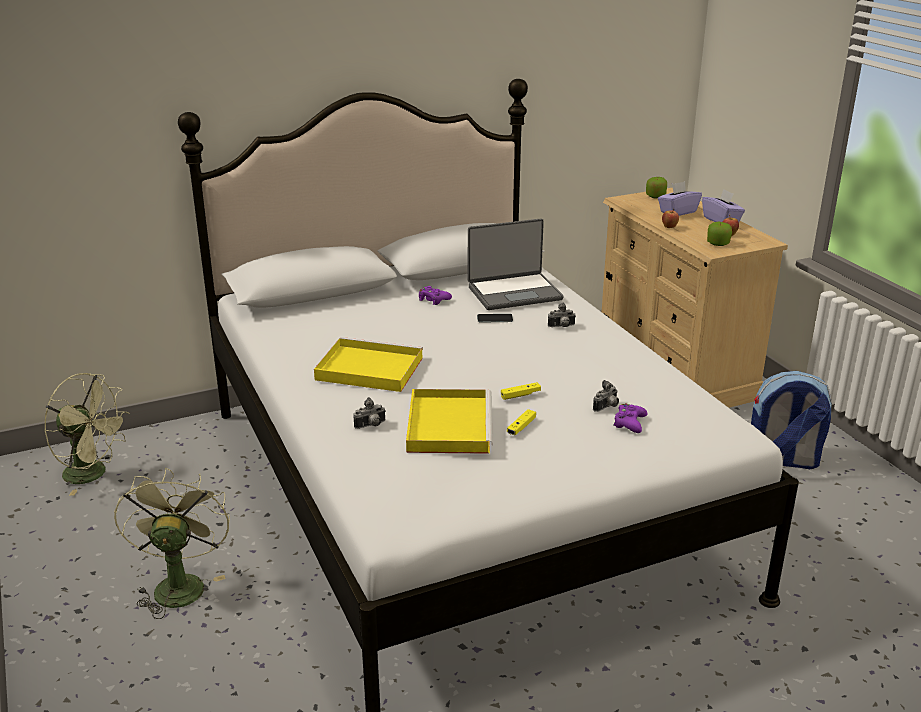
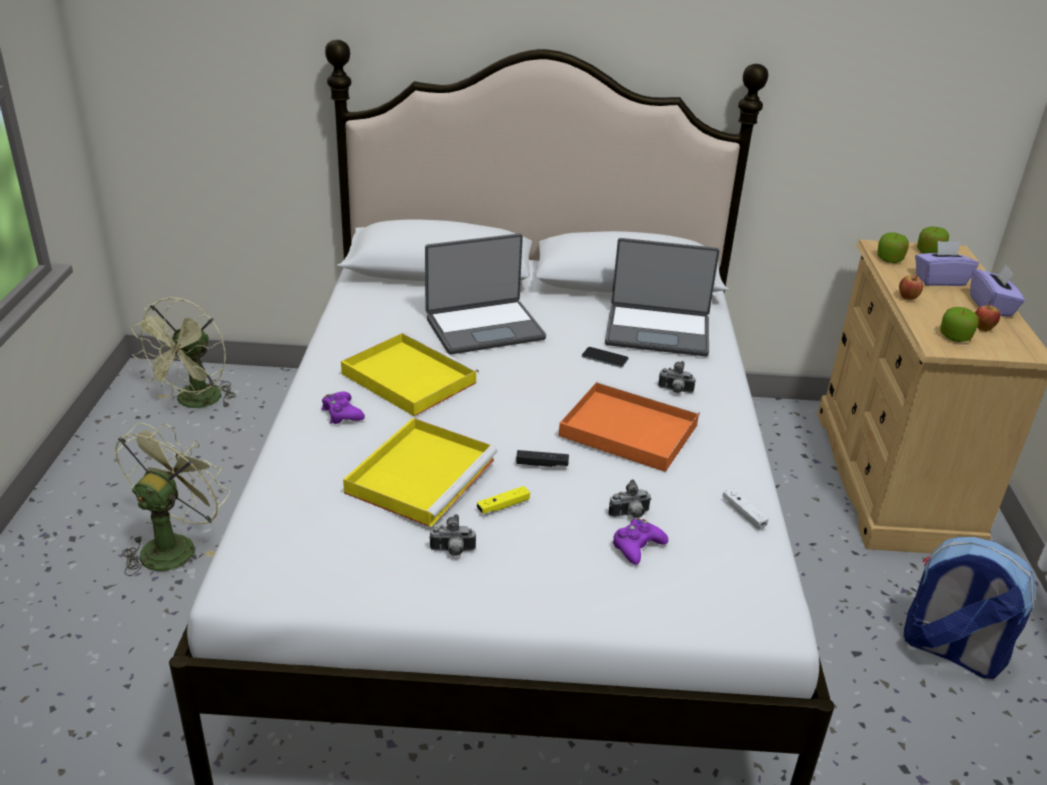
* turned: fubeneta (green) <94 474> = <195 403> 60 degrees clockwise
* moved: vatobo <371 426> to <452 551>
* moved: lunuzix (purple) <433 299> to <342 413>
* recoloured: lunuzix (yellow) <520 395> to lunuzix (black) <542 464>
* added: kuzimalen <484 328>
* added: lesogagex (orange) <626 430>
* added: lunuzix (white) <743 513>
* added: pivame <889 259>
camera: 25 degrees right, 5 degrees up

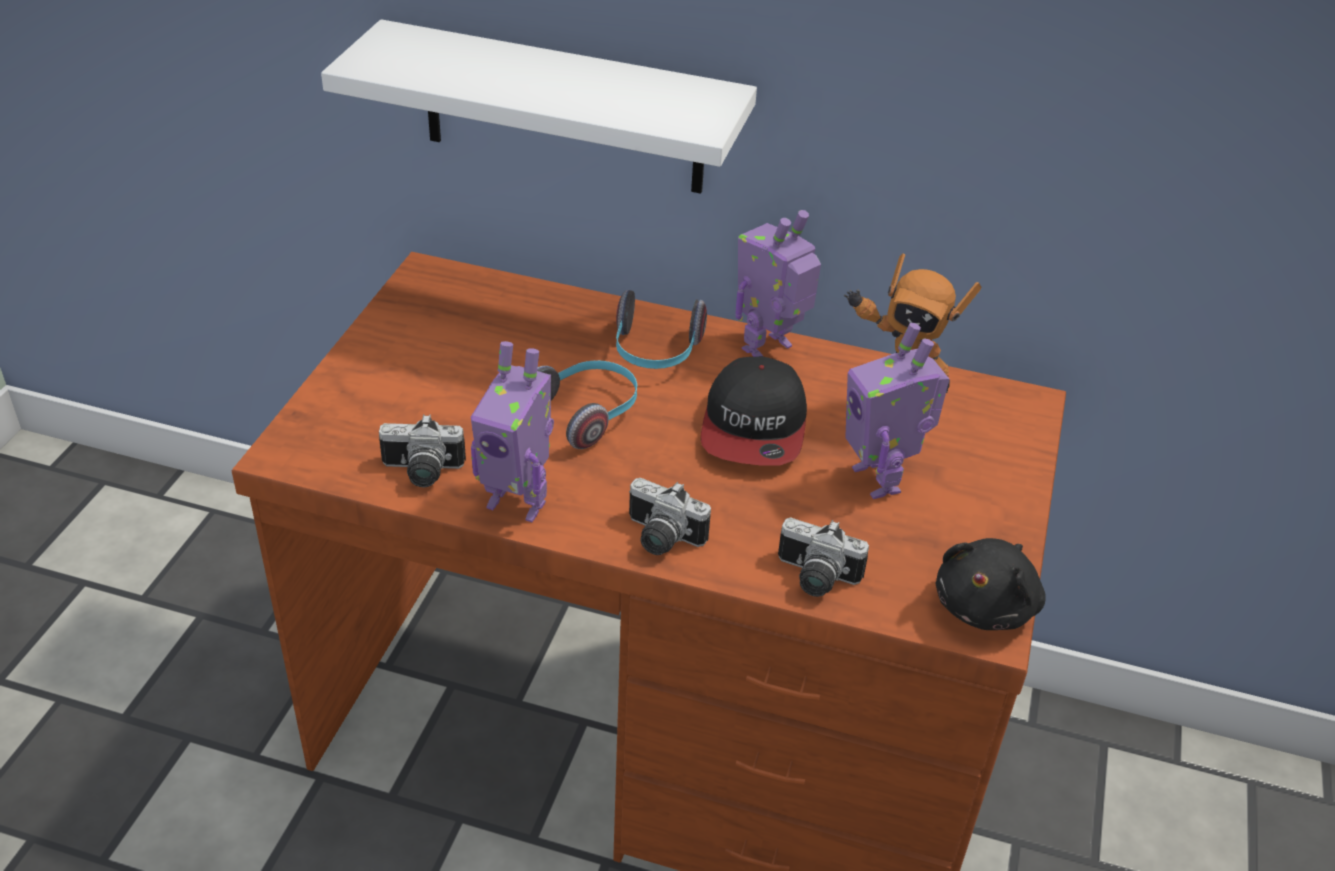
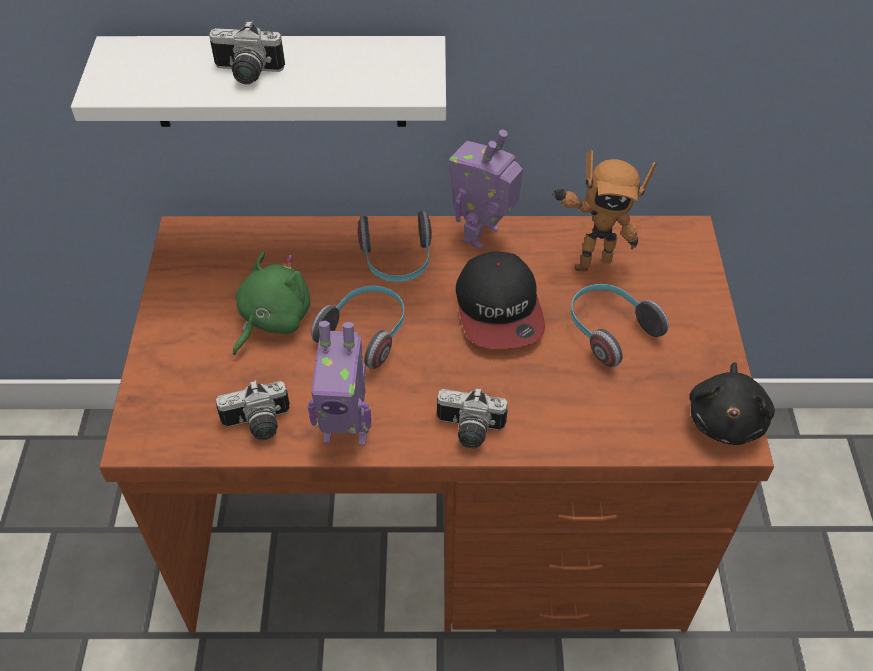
* moved: vatobo <814 578> to <247 74>
* replaced: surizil <879 479> to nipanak <609 331>
* added: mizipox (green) <272 319>
camera: 15 degrees left, 10 degrees up

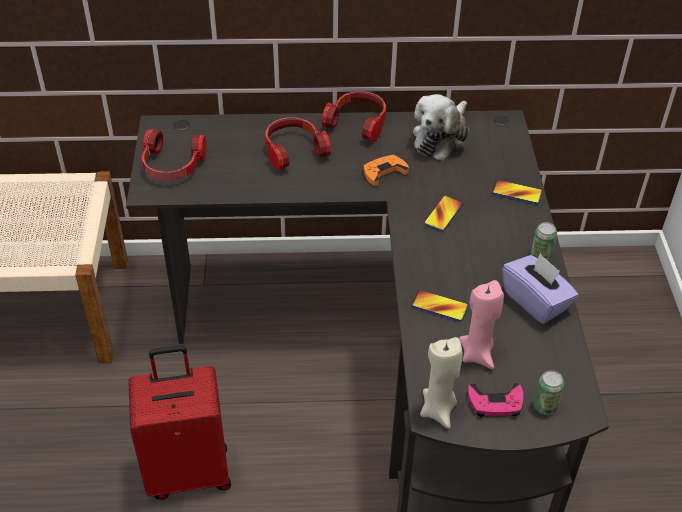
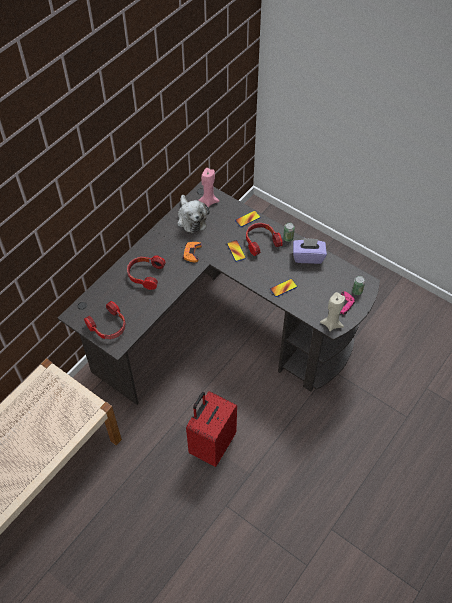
* moved: nipanak <358 123> to <261 241>
* moved: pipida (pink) <477 354> to <208 201>
camera: 50 degrees left, 10 degrees up

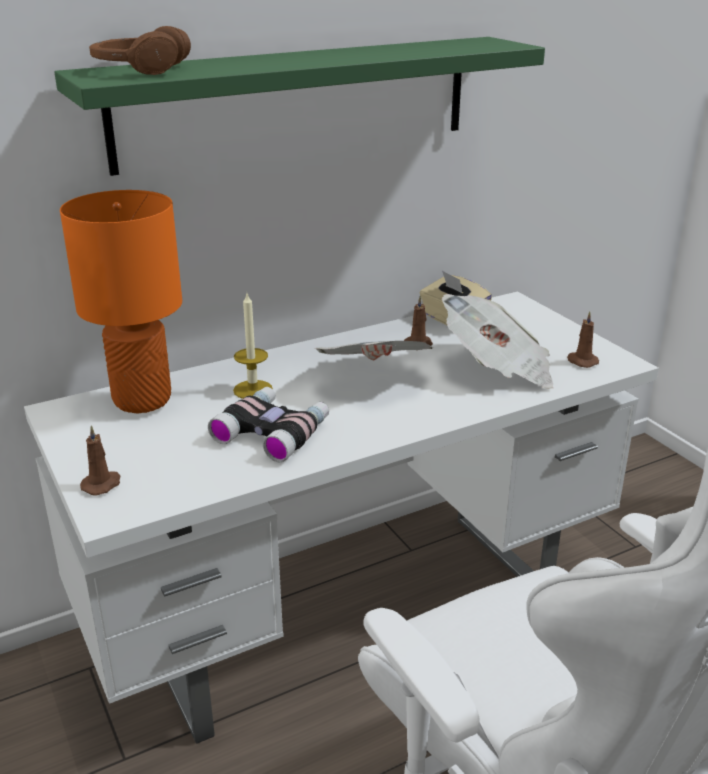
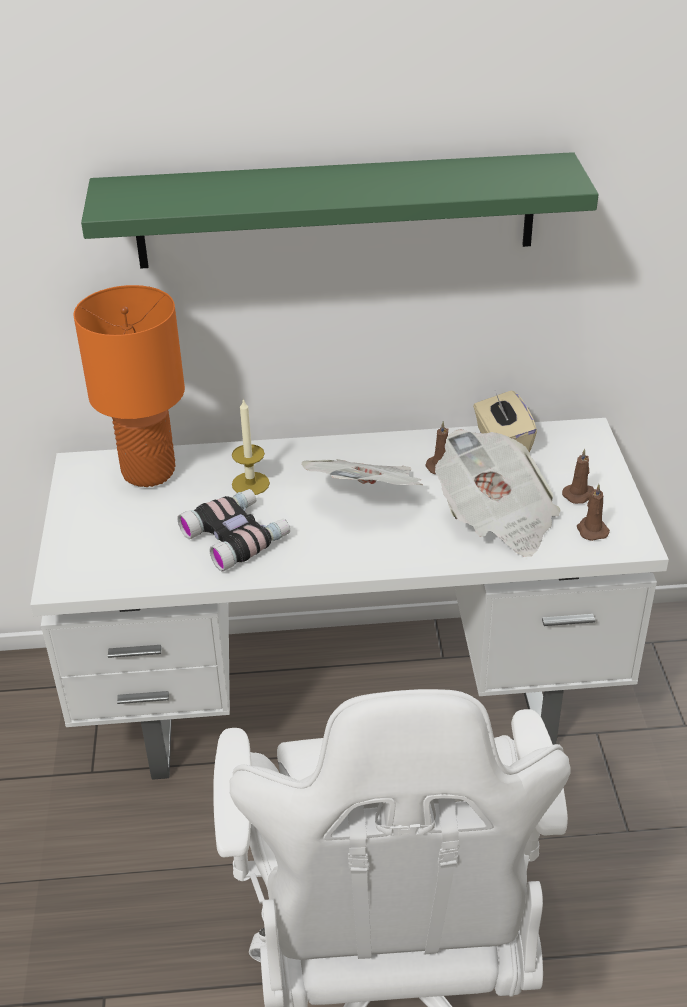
* moved: pipida (brown) <102 484> to <579 494>
* removed: nipanak (brown) <140 70>
camera: 25 degrees right, 10 degrees up

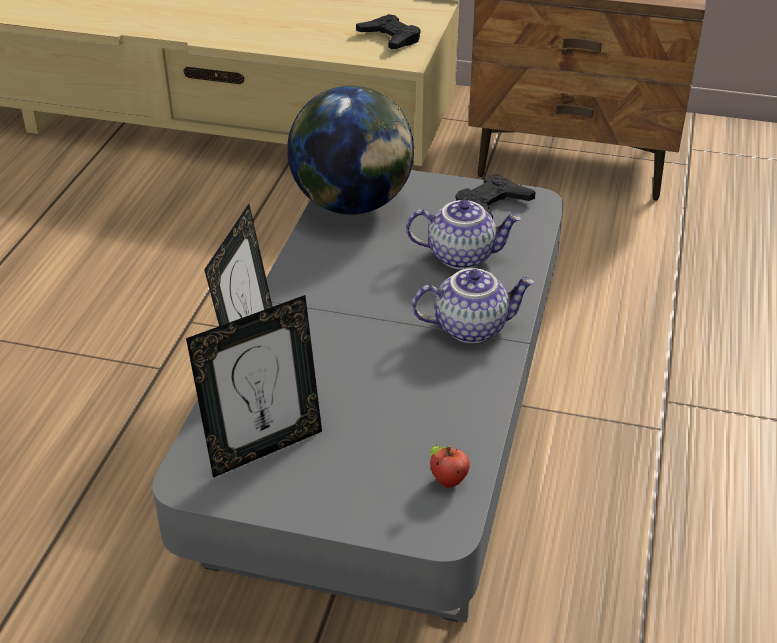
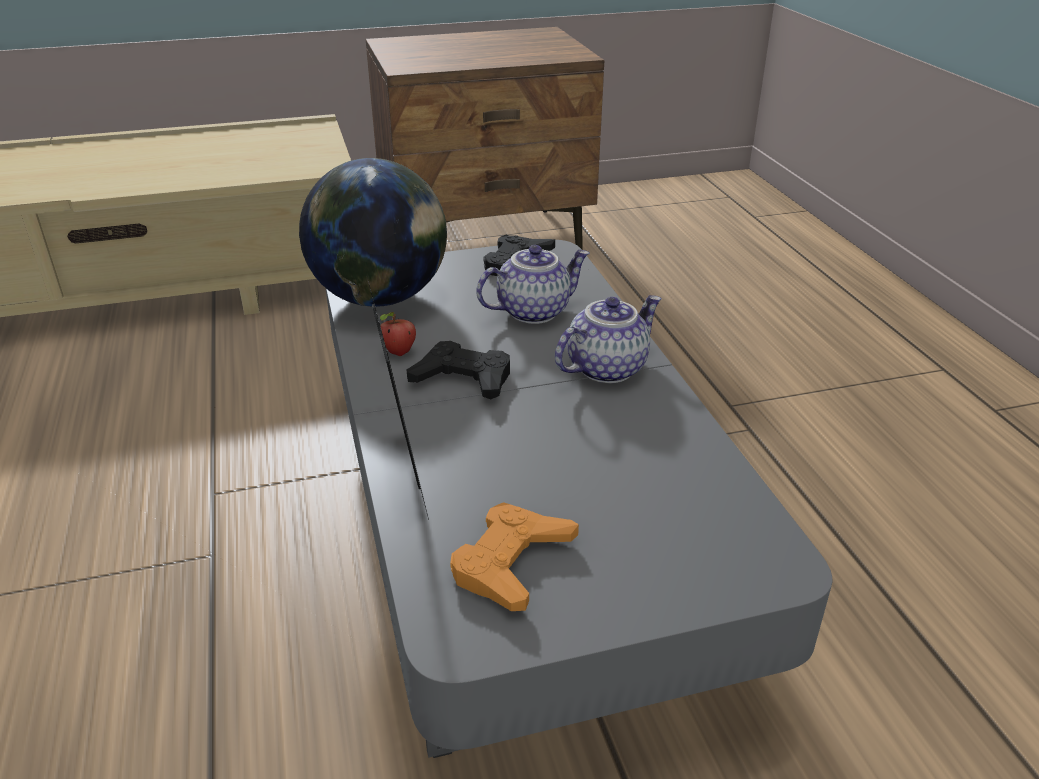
* replaced: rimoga <264 447> to lunuzix (orange) <511 563>
* moved: lunuzix (black) <390 38> to <463 378>
* moved: pivame <448 482> to <399 353>
camera: 30 degrees left, 5 degrees down

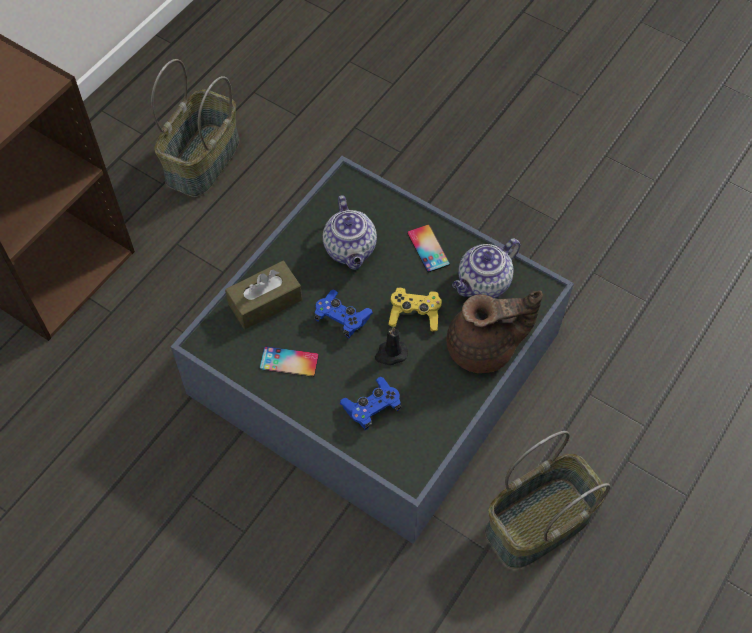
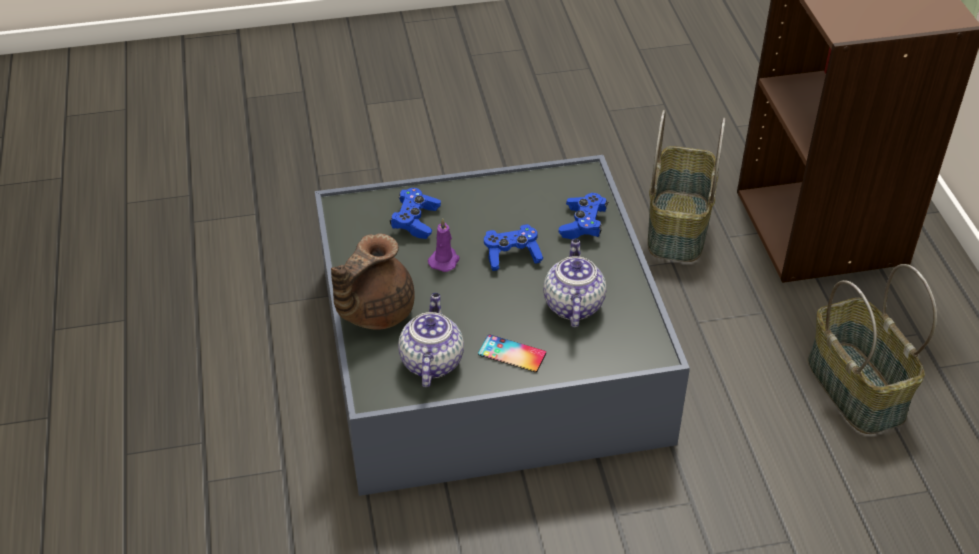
* replaced: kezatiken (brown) <265 302> to lunuzix (blue) <583 224>
* removed: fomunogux <289 362>
* turned: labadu <351 250> = <572 304> 60 degrees clockwise
* recoloured: pipida (black) <390 354> to pipida (purple) <444 260>
* removed: lunuzix (yellow) <414 315>
* moved: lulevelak <538 525> to <676 226>
camera: 135 degrees right, 15 degrees down

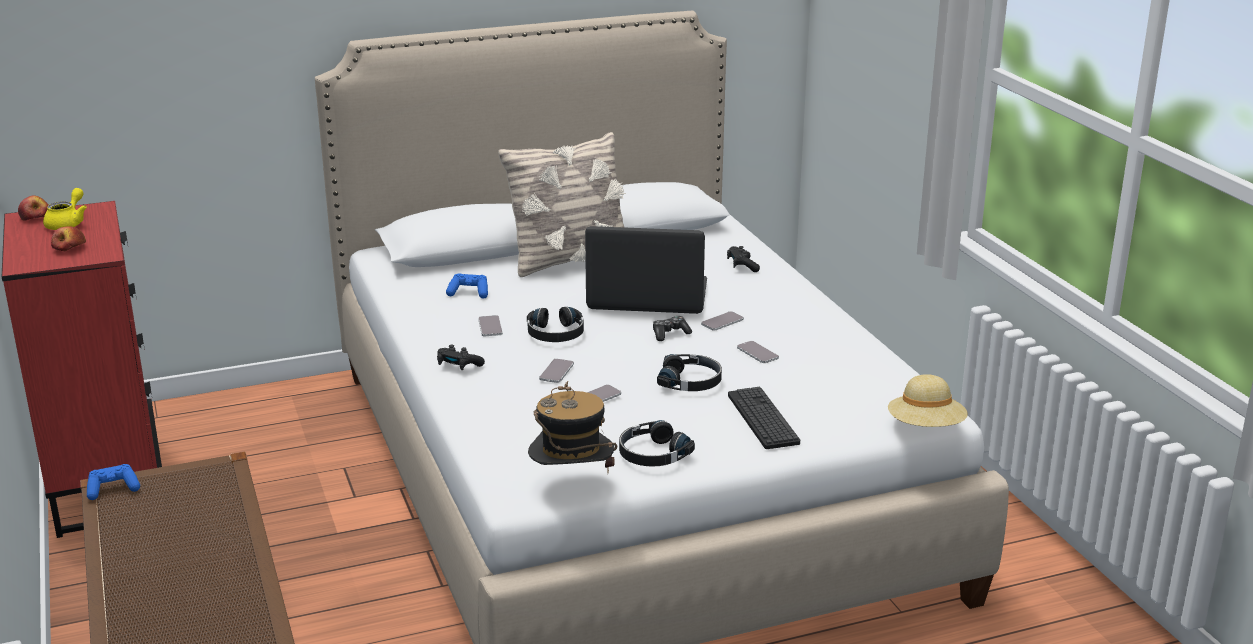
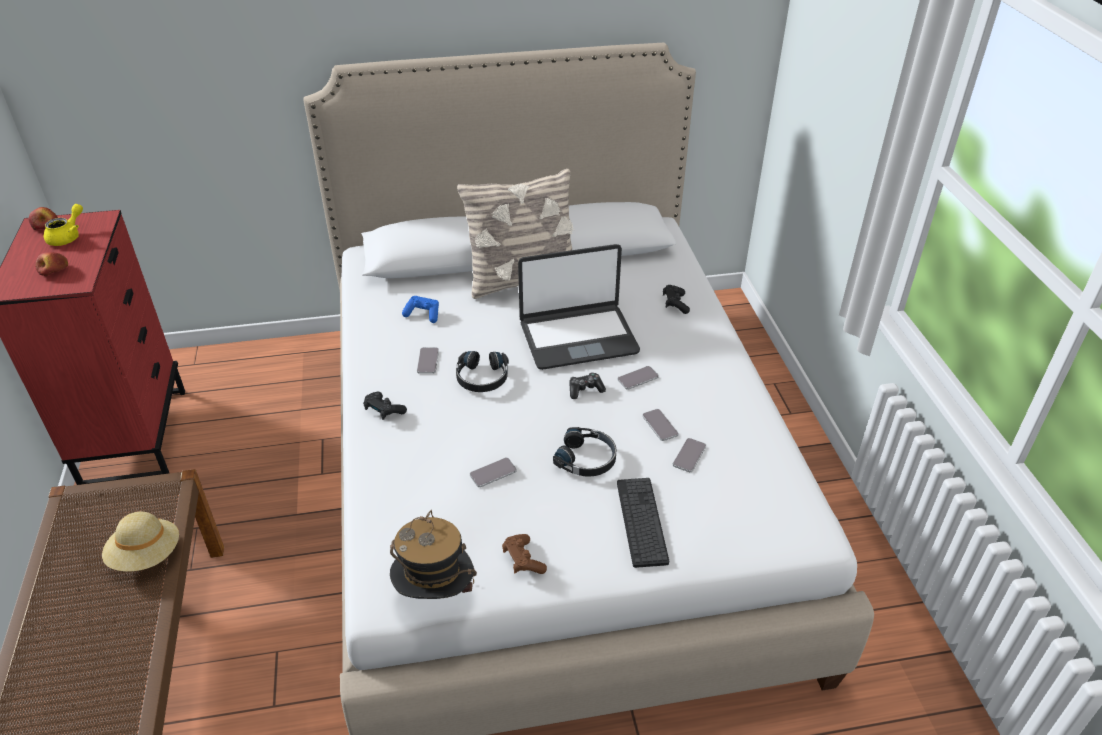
* removed: lunuzix (blue) <113 489>
* moved: fomunogux <556 371> to <689 455>
* turned: kuzimalen <647 297> = <578 337> 150 degrees clockwise
* replaced: nipanak (black) <652 454> to lunuzix (brown) <523 560>
* moved: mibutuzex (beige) <926 428> to <146 555>
camera: 10 degrees right, 15 degrees up

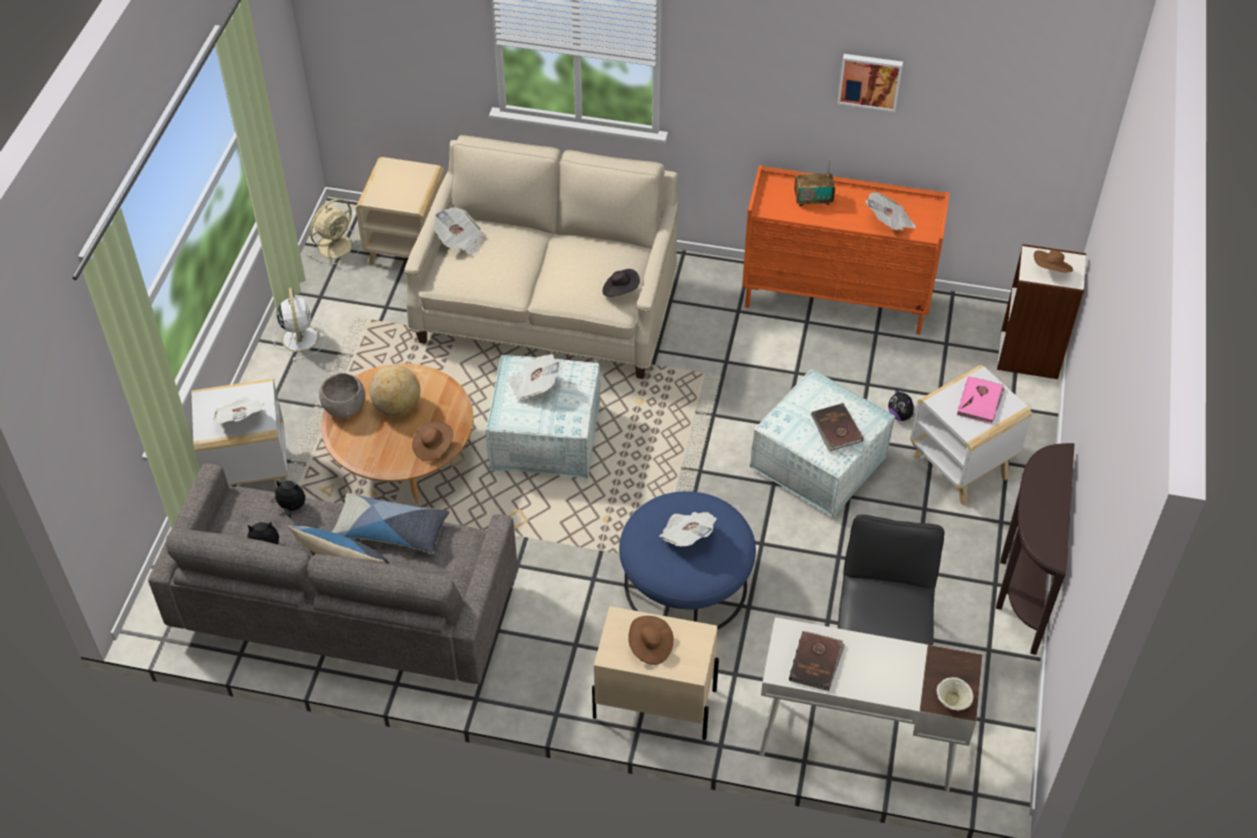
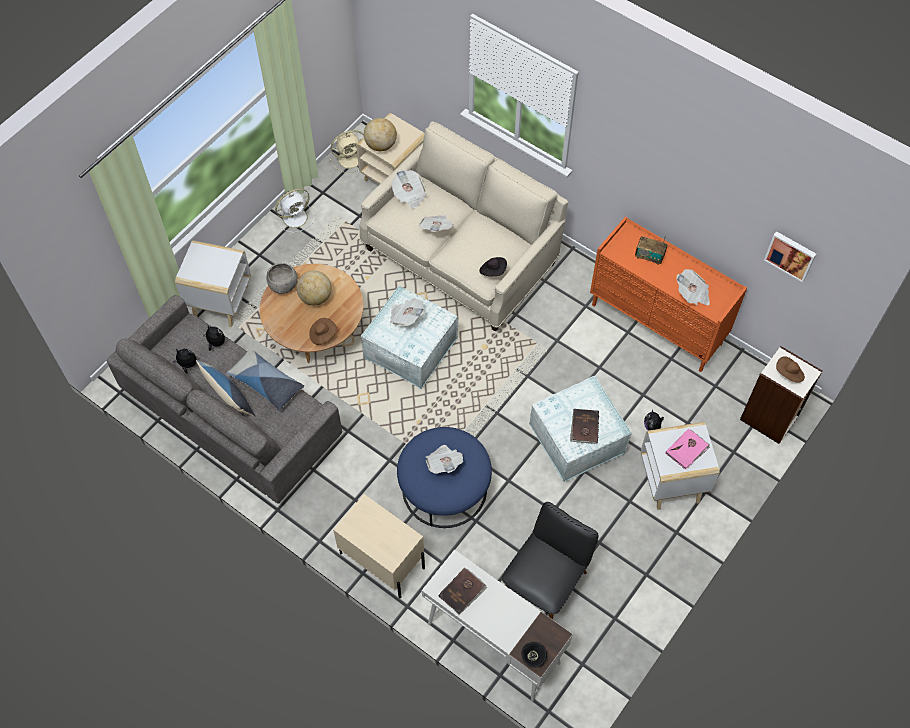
* moved: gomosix <240 419> to <436 228>
* turned: fubeneta (white) <300 337> = <296 217> 45 degrees clockwise
* removed: mibutuzex (brown) <650 646>
* moved: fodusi <870 80> to <791 255>
* recoloured: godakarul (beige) <952 701> to godakarul (black) <533 657>
* removed: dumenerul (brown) <1020 588>
* added: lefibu <381 145>
camera: 25 degrees right, 10 degrees up

